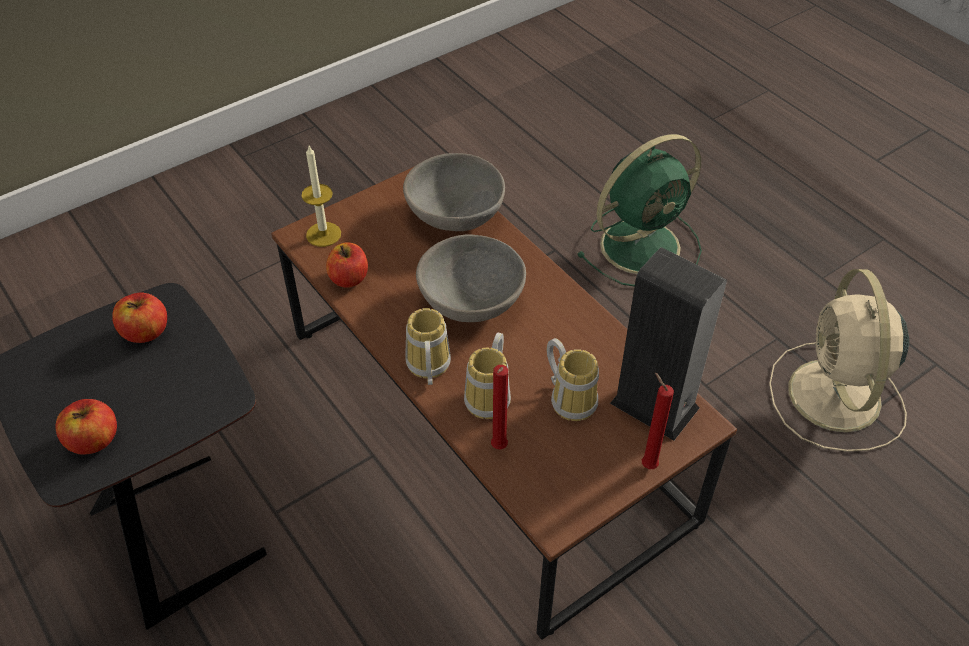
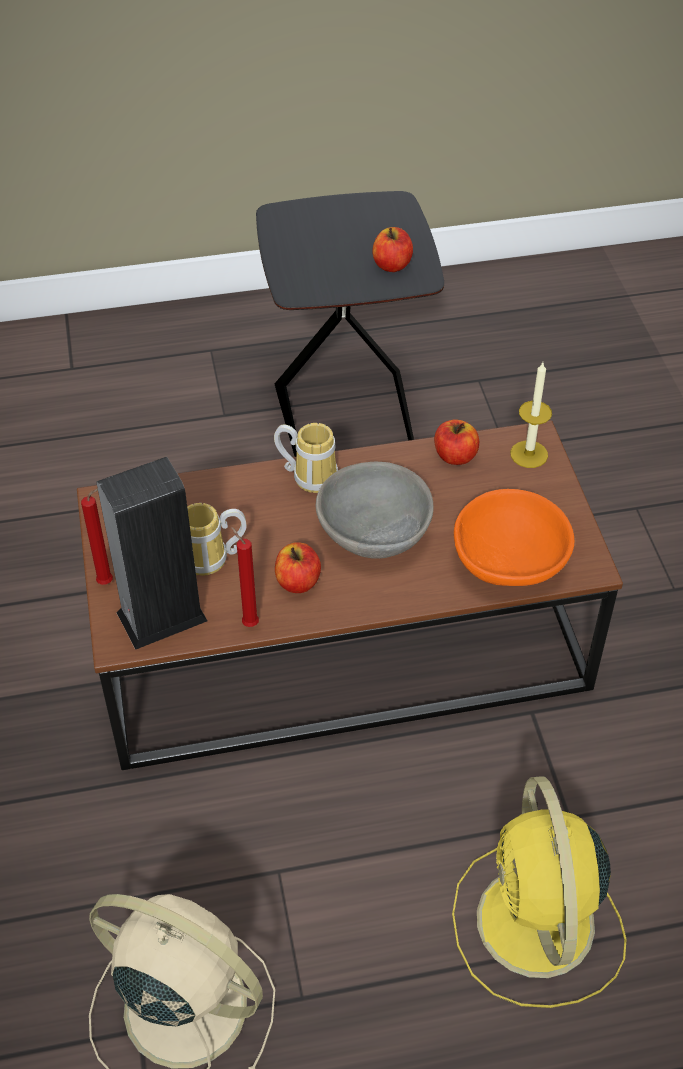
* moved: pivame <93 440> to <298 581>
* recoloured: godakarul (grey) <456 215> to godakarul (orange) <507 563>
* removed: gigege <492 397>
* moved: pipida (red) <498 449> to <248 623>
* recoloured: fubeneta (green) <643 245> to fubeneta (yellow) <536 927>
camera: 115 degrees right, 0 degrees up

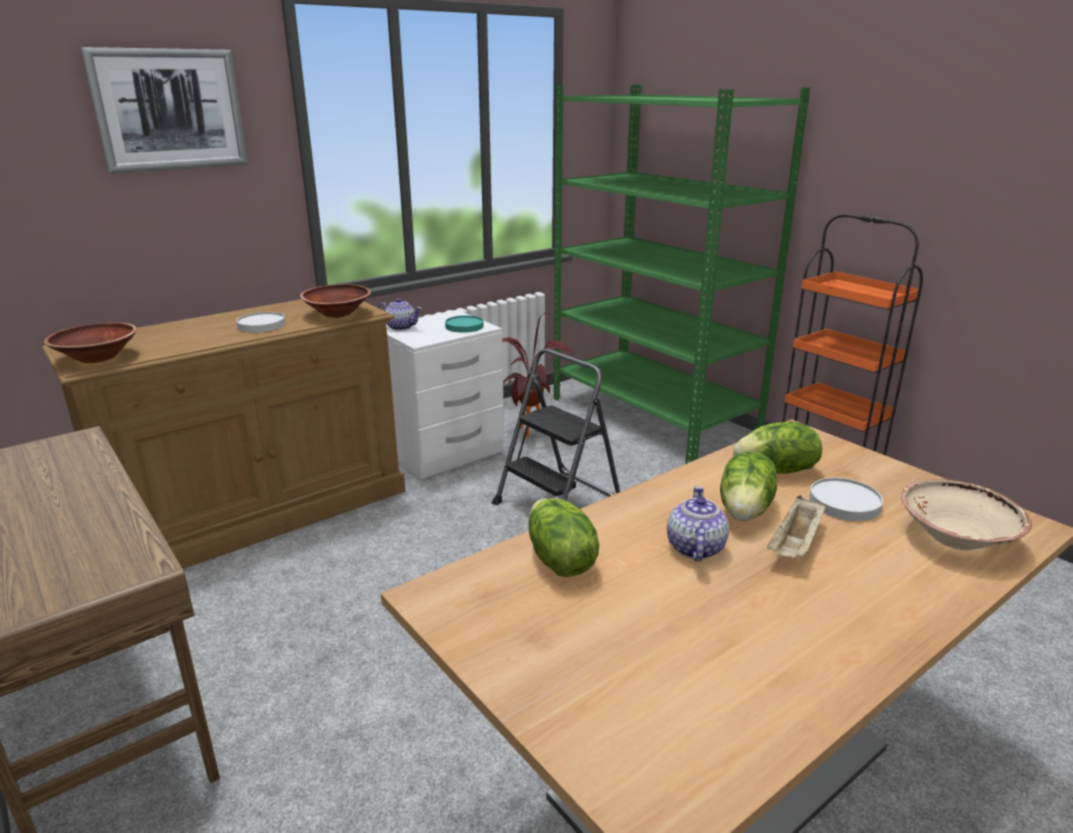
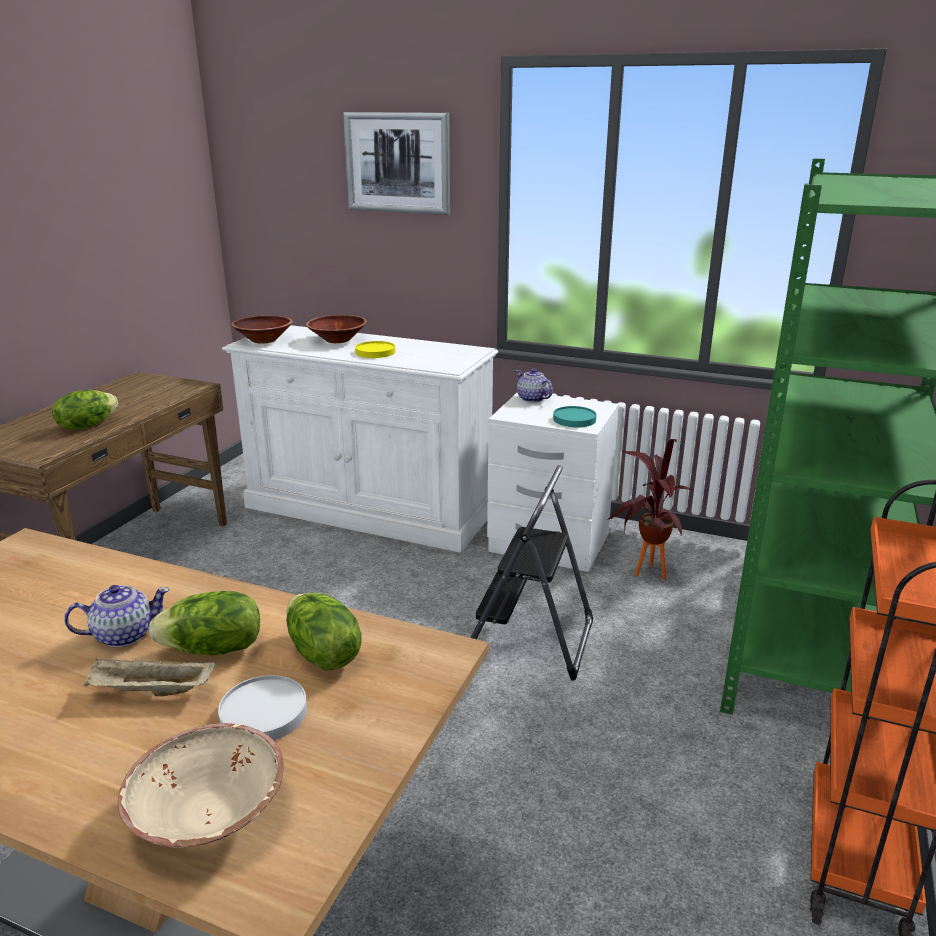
* recoloured: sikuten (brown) <262 513> to sikuten (white) <369 510>
* recoloured: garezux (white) <261 325> to garezux (yellow) <375 352>
* moved: godakarul (brown) <337 313> to <338 340>
* turned: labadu <400 327> = <532 399> 150 degrees clockwise
* moved: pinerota <559 560> to <87 425>
camera: 60 degrees right, 0 degrees up

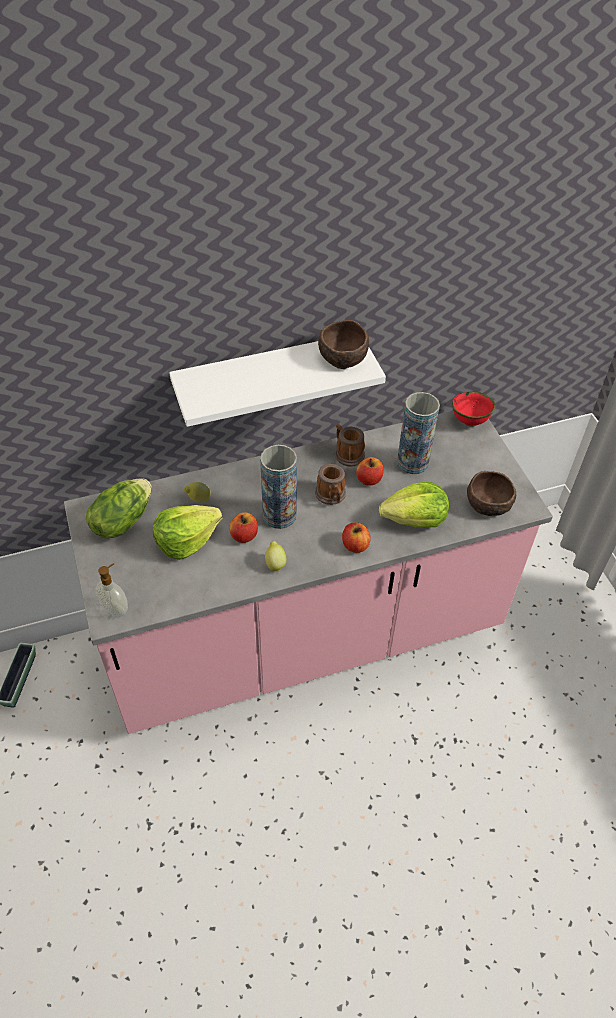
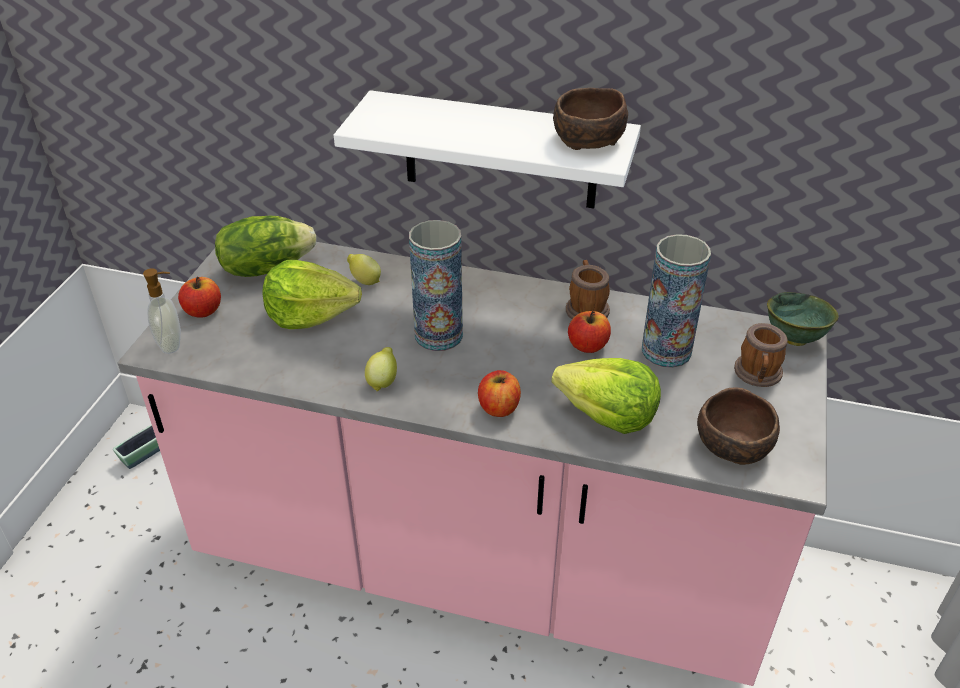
* moved: pivame <244 535> to <203 311>
* moved: gigege <332 496> to <758 375>
* recoloured: godakarul (red) <469 421> to godakarul (green) <793 338>
camera: 35 degrees right, 10 degrees down

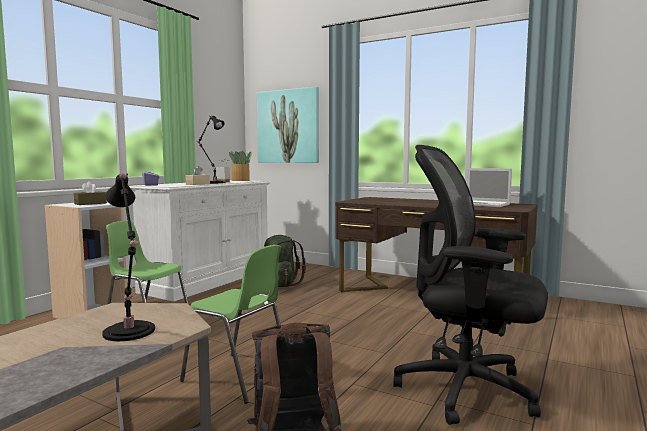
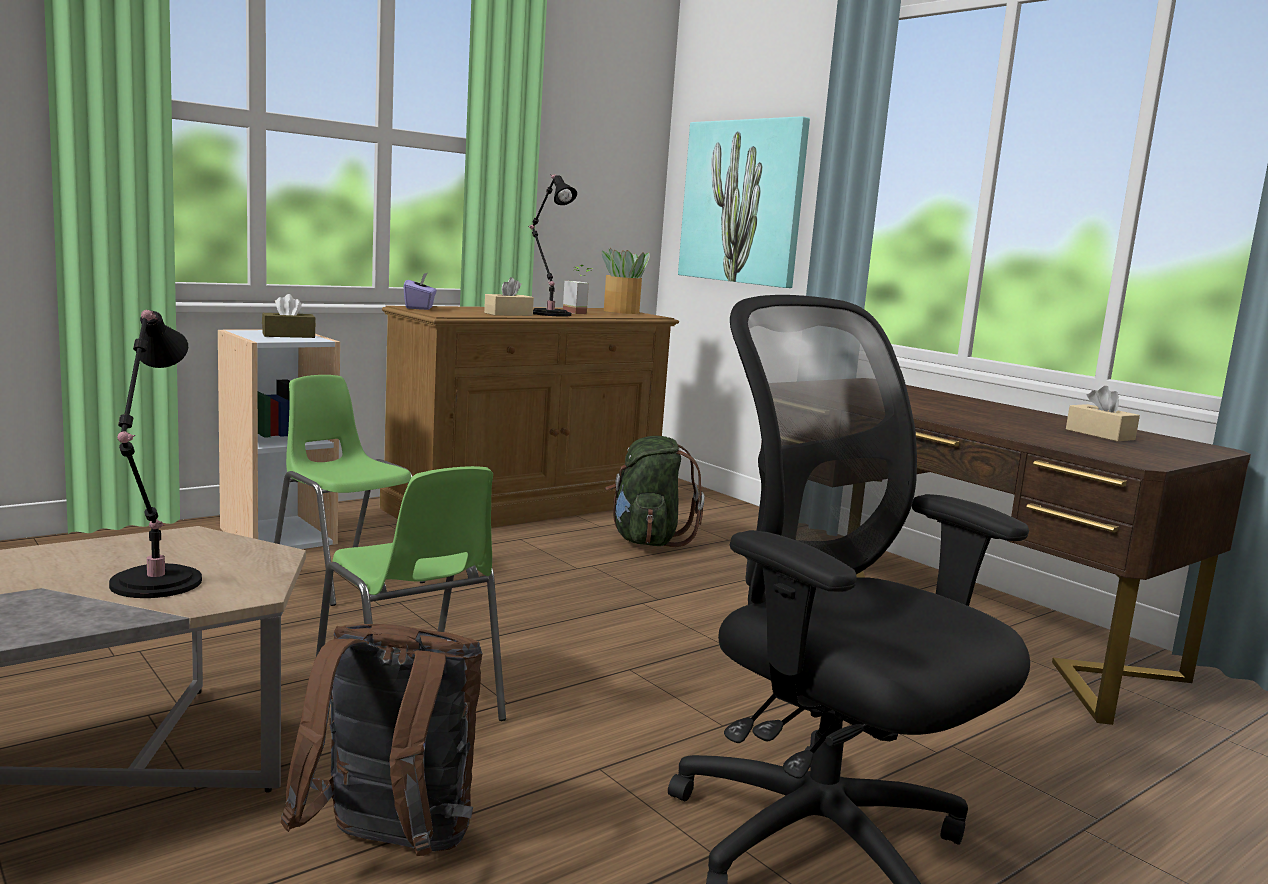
* recoloured: sikuten (white) <210 279> to sikuten (brown) <529 505>
* replaced: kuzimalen <483 204> to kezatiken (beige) <1099 434>
camera: 20 degrees right, 5 degrees up

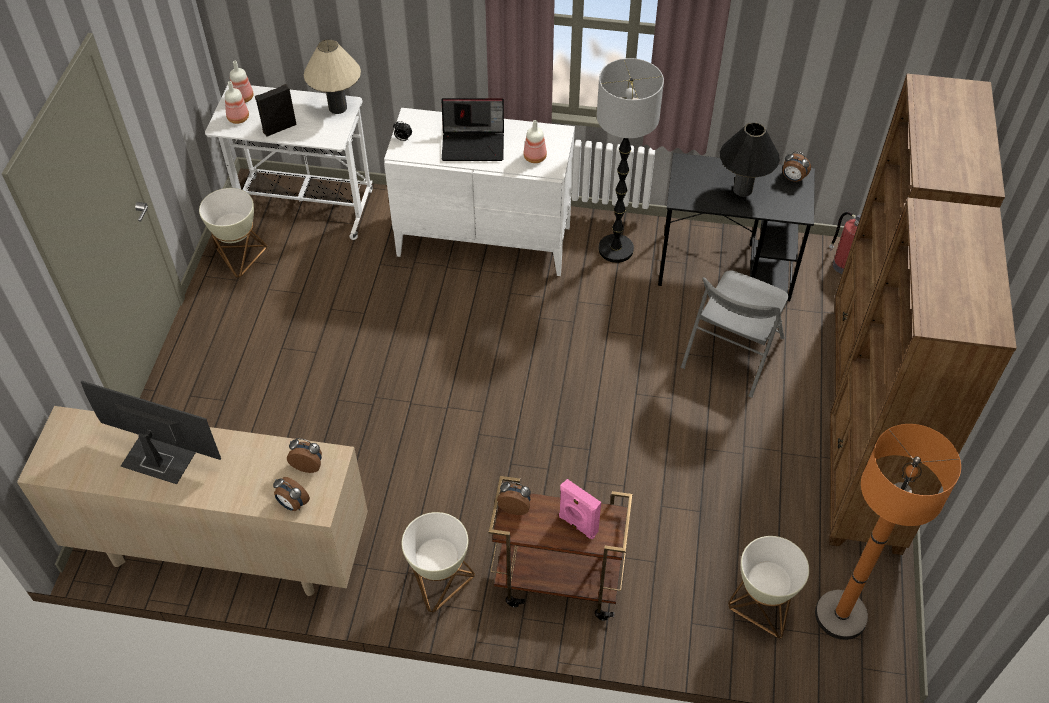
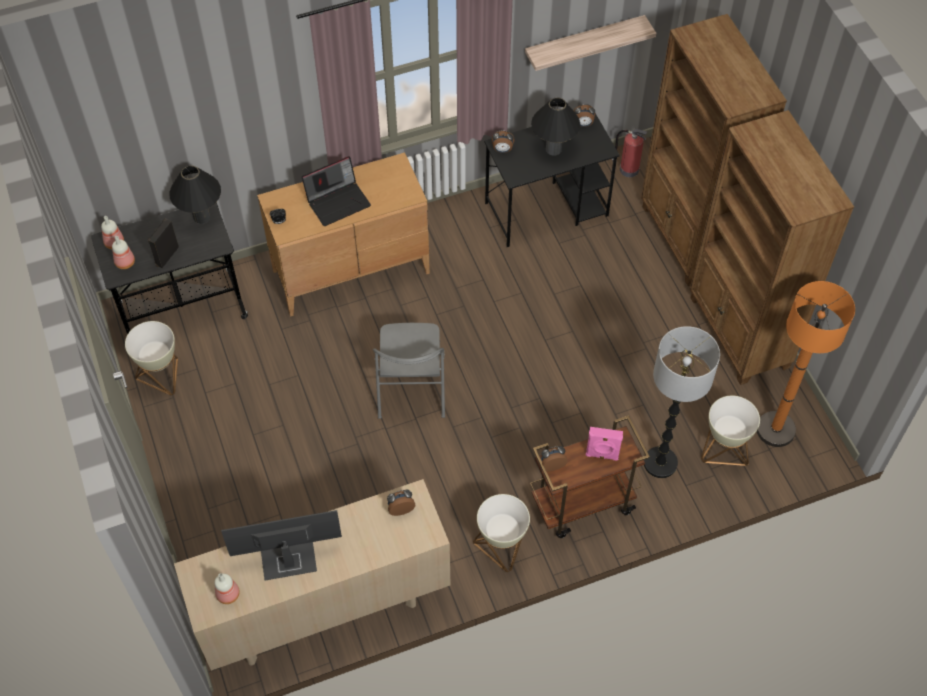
* recoloured: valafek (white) <304 207> to valafek (black) <182 309>
* moved: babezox <293 504> to <502 150>
* recoloured: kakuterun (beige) <337 107> to kakuterun (black) <201 217>
* recoloured: sikuten (white) <484 241> to sikuten (brown) <351 272>
* moved: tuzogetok <535 157> to <228 593>
* moved: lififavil <616 249> to <660 462>
* moved: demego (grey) <732 352> to <411 386>
* added: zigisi <584 43>
camera: 30 degrees left, 5 degrees up

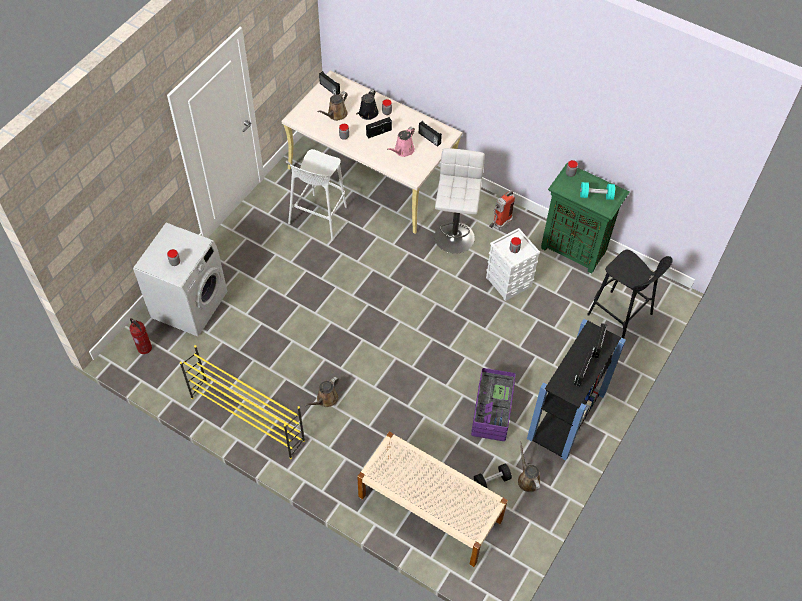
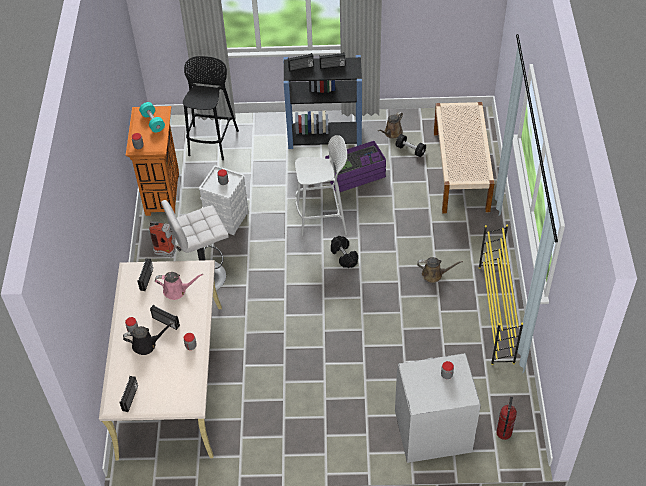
* moved: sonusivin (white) <319 217> to <322 218>
* removed: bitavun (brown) <336 115>
* recoloured: sikuten (green) <574 250> to sikuten (orange) <162 193>
* added: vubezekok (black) <344 256>
camera: 120 degrees left, 5 degrees down

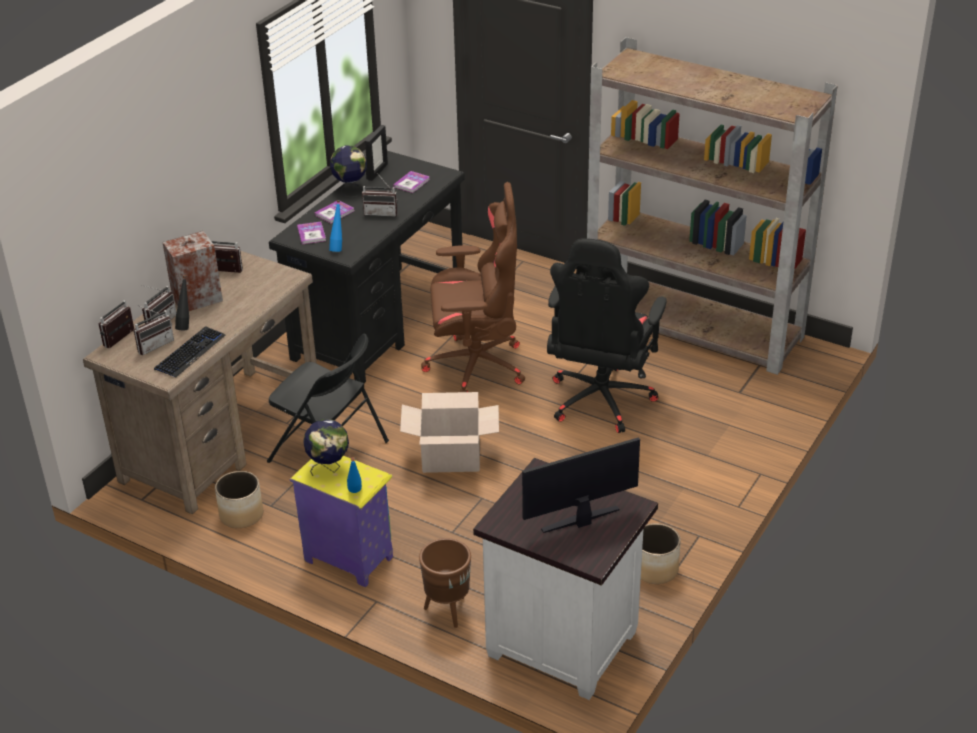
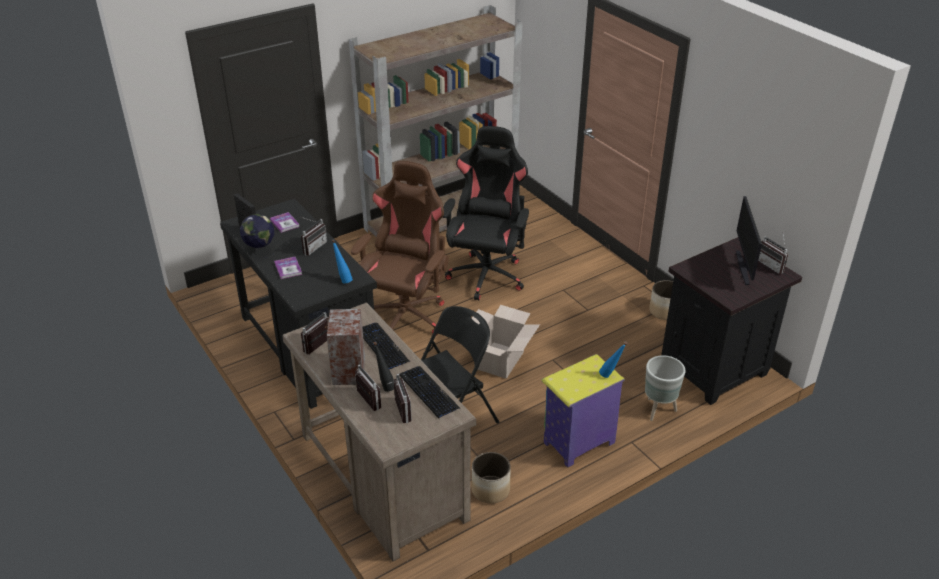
* moved: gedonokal <122 340> to <772 265>
* removed: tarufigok <311 234>
* removed: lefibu <329 468>
* recoloured: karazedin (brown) <447 611> to karazedin (grey) <659 410>
* recoloured: sikuten (white) <565 646> to sikuten (black) <716 369>
* turned: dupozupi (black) <601 399> = <486 277> 120 degrees counterclockwise
* added: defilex <382 346>
camera: 65 degrees left, 0 degrees up

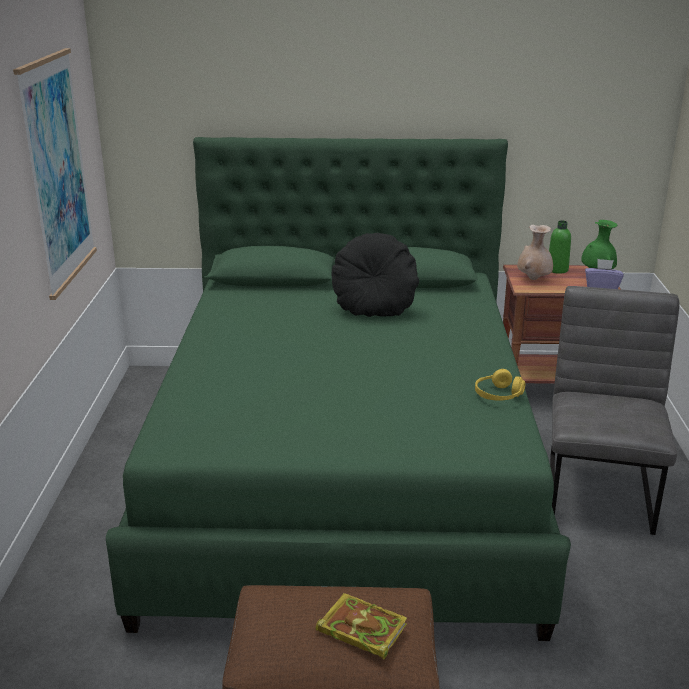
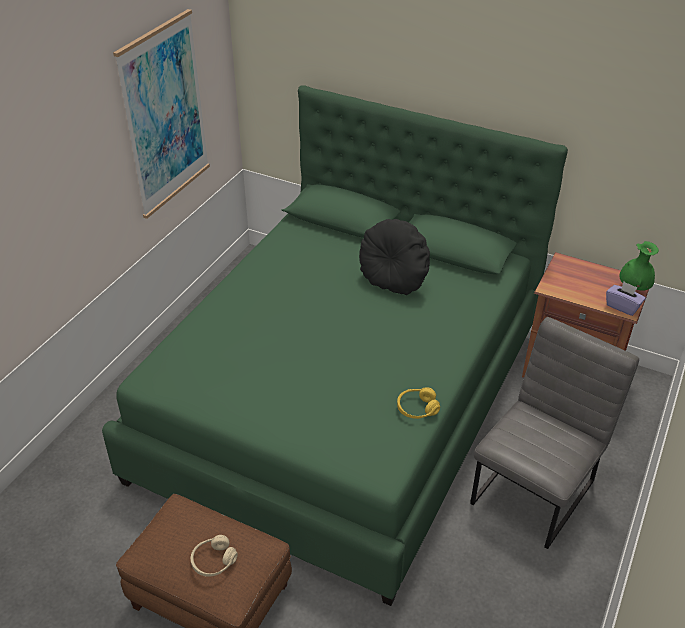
* replaced: tarufigok <360 629> to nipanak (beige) <213 561>
* removed: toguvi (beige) <533 279>
* removed: tuzogetok (green) <557 270>
camera: 25 degrees right, 15 degrees up

